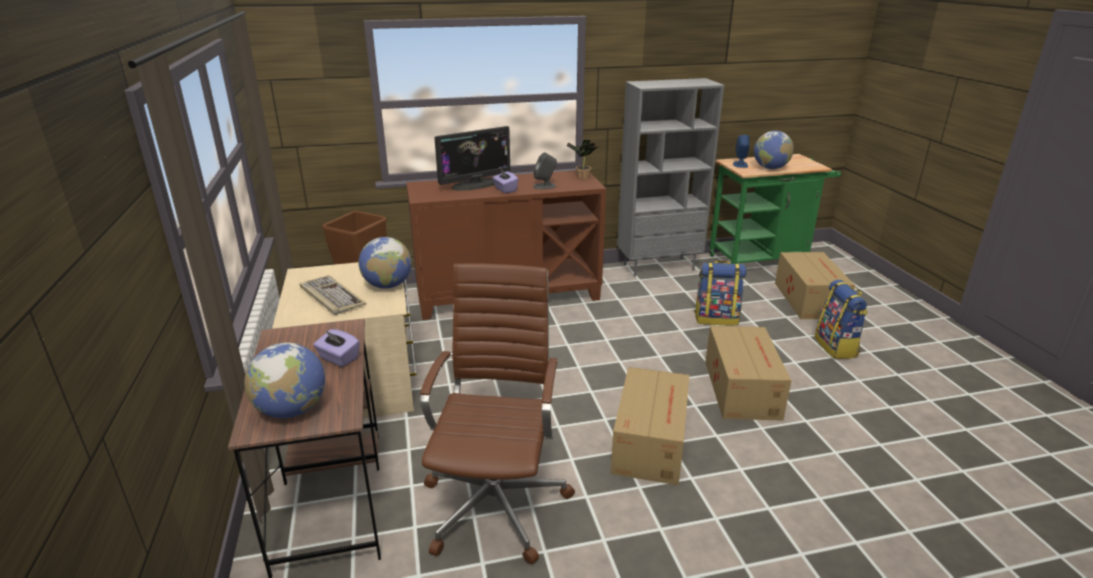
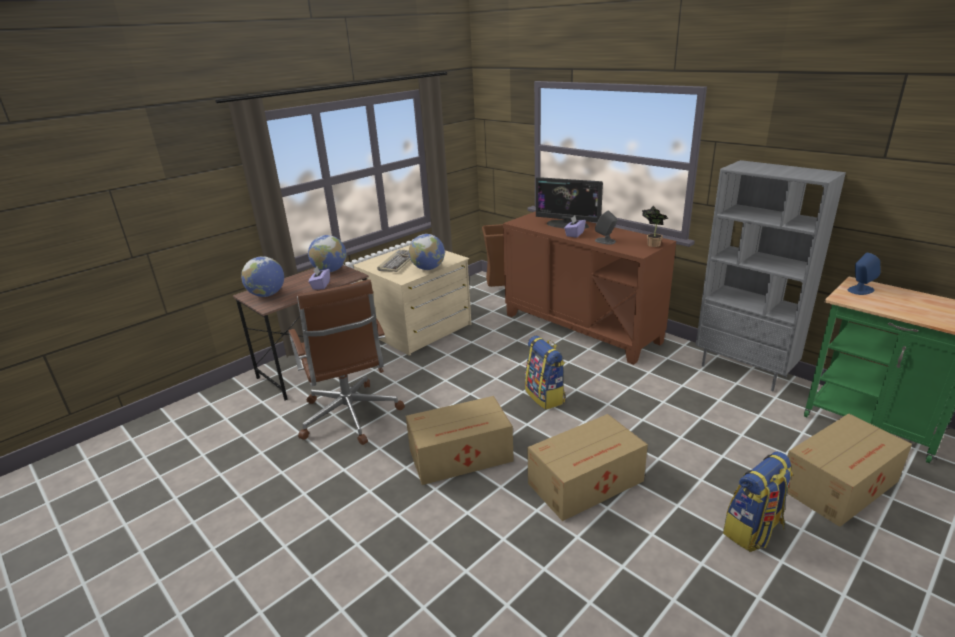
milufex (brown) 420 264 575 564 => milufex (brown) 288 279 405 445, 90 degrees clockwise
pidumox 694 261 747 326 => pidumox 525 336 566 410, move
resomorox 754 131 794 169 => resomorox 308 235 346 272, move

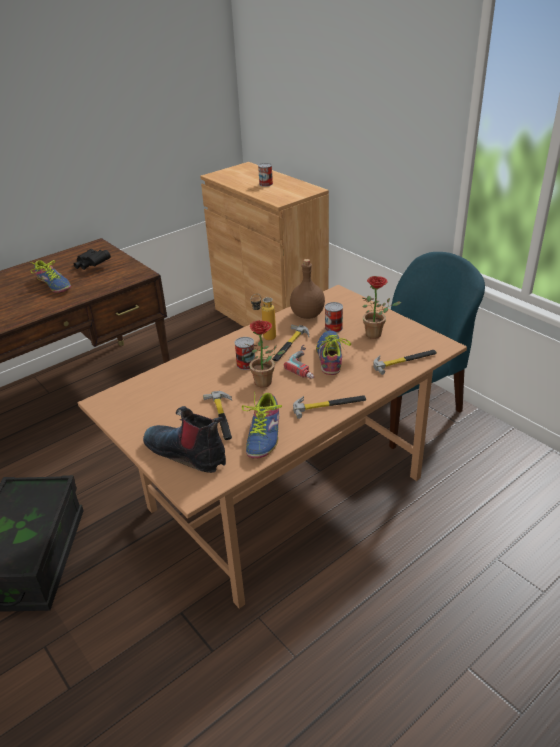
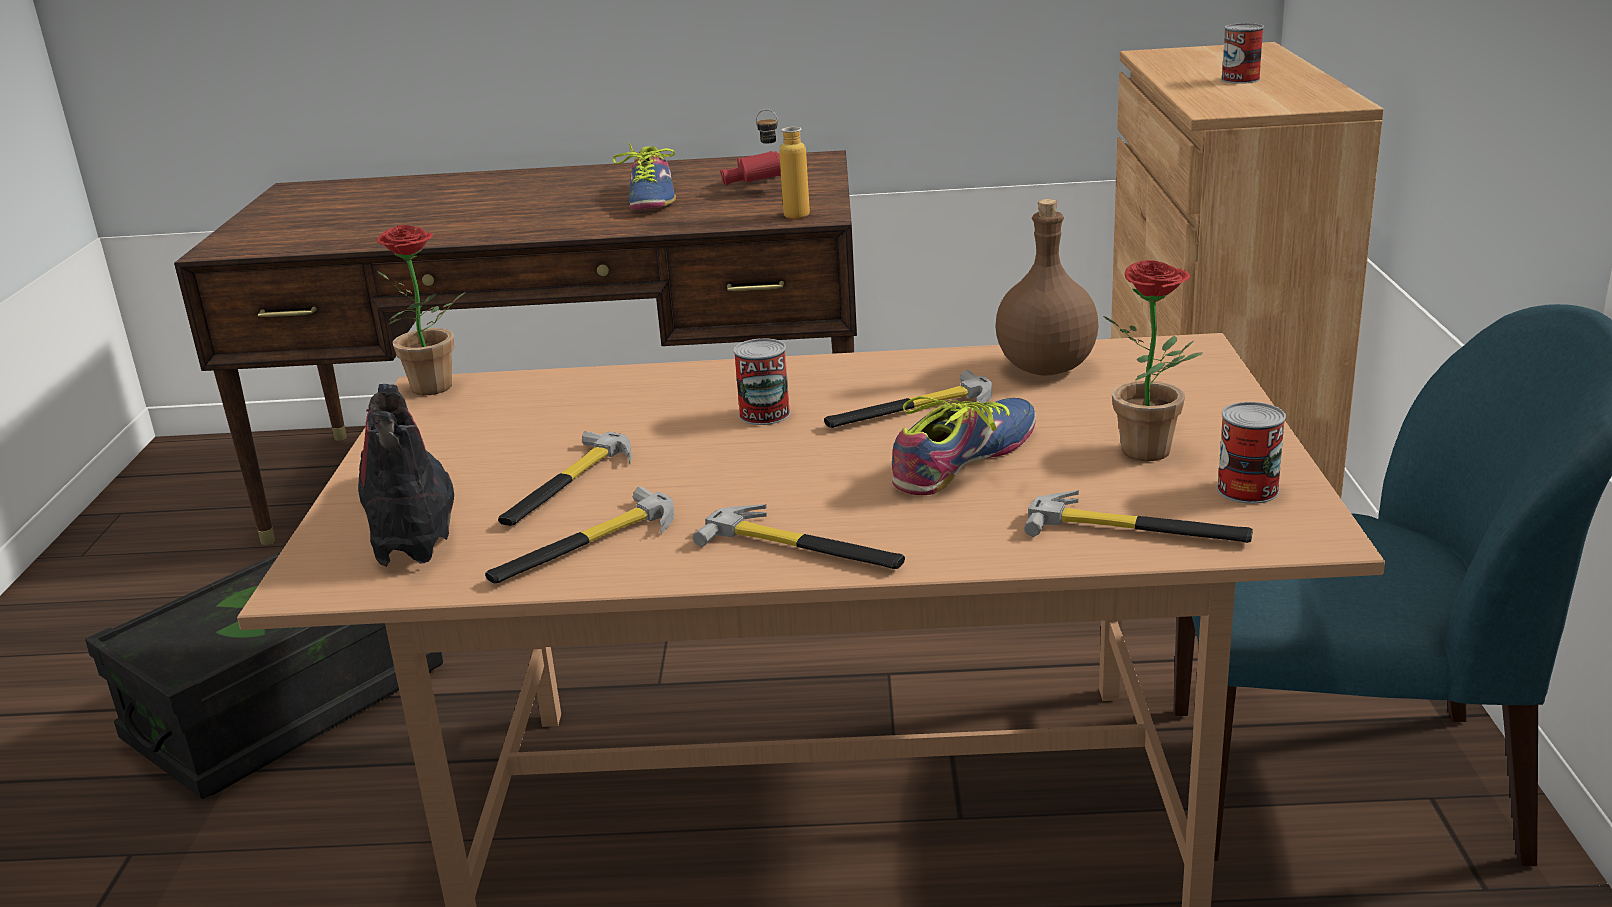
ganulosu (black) 73 249 111 270 => ganulosu (red) 720 151 781 185
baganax 242 391 282 459 => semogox 485 487 675 584
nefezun 246 320 285 388 => nefezun 377 225 466 395, move
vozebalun 250 294 276 340 => vozebalun 756 109 810 219, move
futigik 284 345 314 379 => nothing
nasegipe 325 302 343 333 => nasegipe 1217 402 1286 504, move

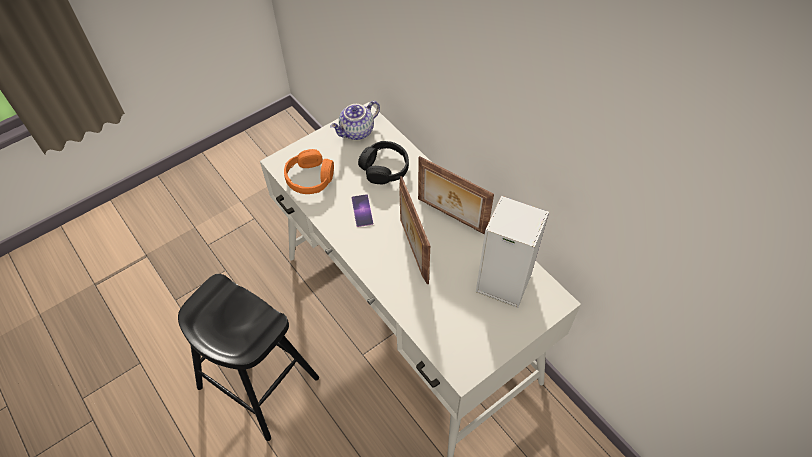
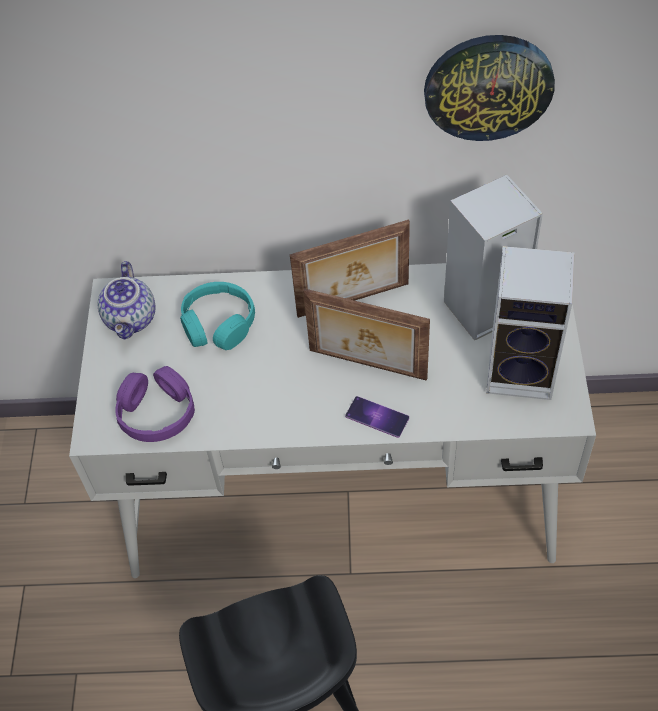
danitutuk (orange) 284 149 334 194 => danitutuk (purple) 115 366 195 442
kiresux 351 194 373 227 => kiresux 345 396 409 438, move
danitutuk (black) 358 141 409 184 => danitutuk (turquoise) 180 282 255 350
nothing => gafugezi 424 35 555 141
nothing => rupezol 486 246 575 400

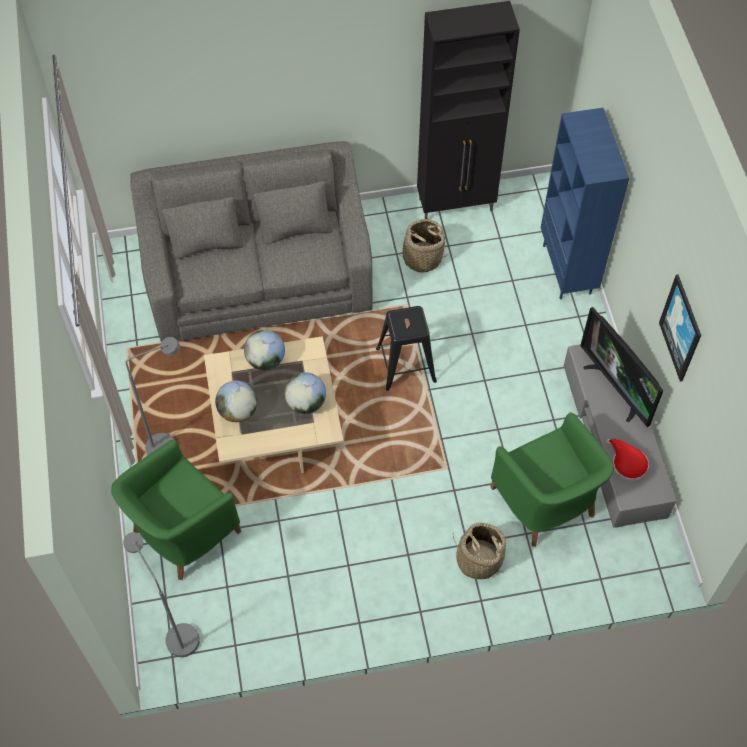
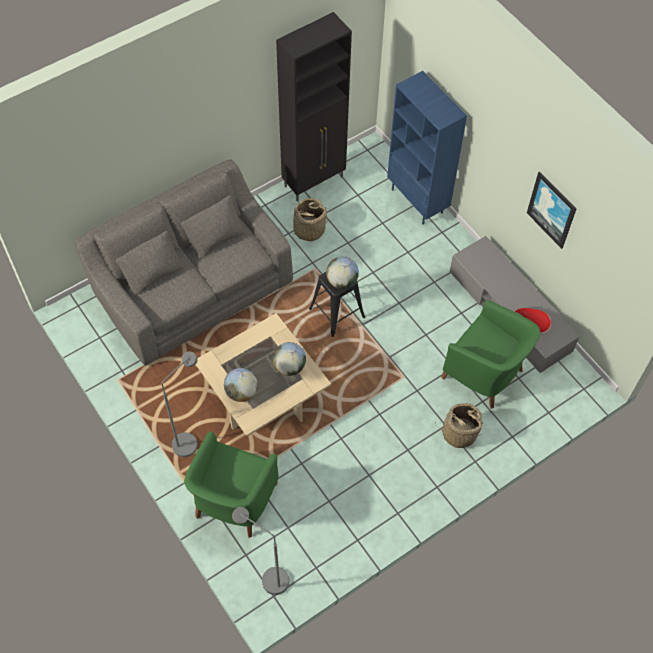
resomorox 244 330 285 370 => resomorox 326 257 359 289, move
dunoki 580 307 664 427 => nothing

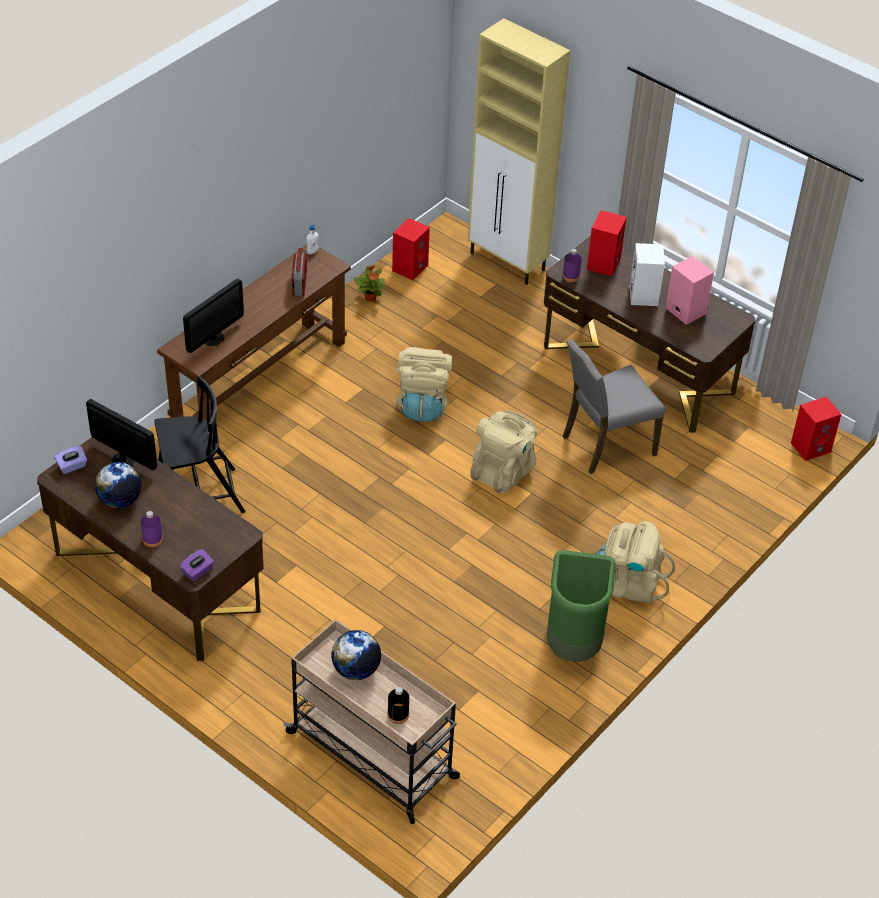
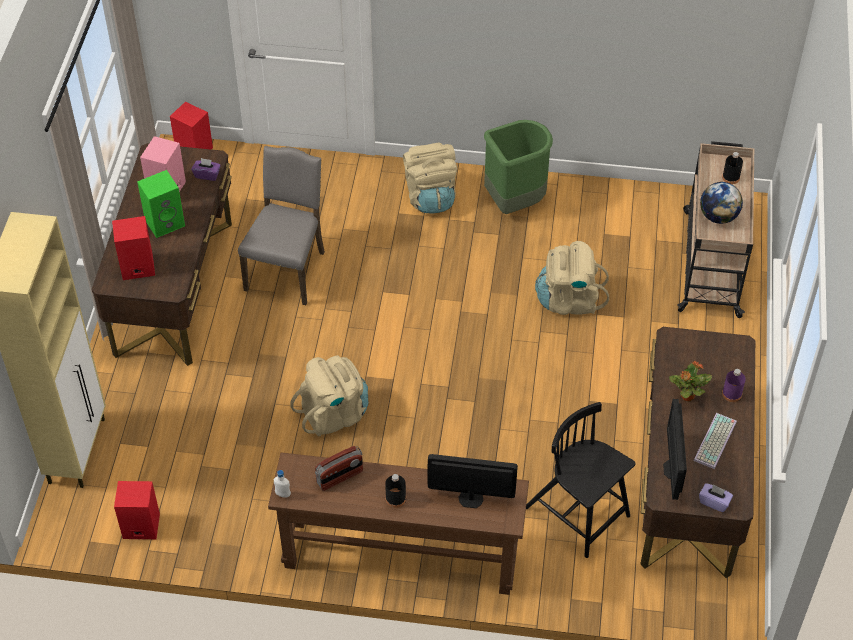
resomorox 95 462 142 508 => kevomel 693 413 737 469
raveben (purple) 179 549 214 581 => raveben (purple) 191 158 221 181, move
nefezun 354 265 385 301 => nefezun 669 361 712 401, move
pidumox (beige) 470 411 537 493 => pidumox (beige) 535 241 609 315, move
vozebalun (purple) 562 249 582 282 => nothing
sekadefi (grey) 562 339 666 474 => sekadefi (grey) 238 146 325 305, 105 degrees counterclockwise
rupezol (white) 630 243 665 306 => rupezol (green) 137 170 185 238
nothing => vozebalun (black) 385 474 406 508

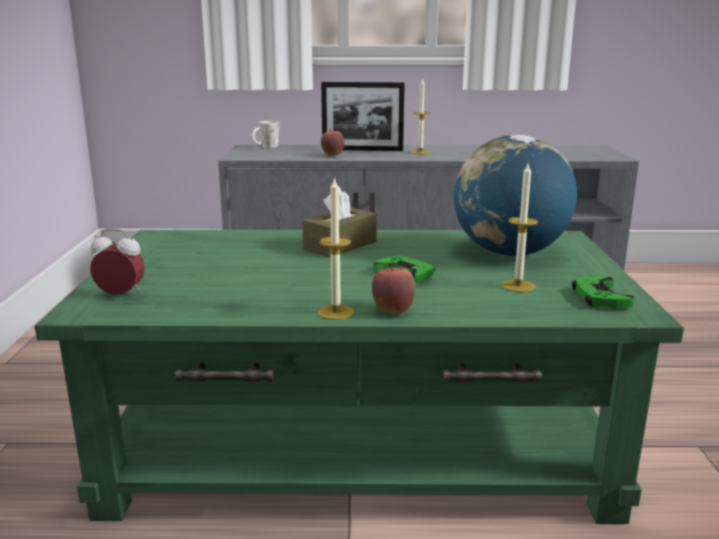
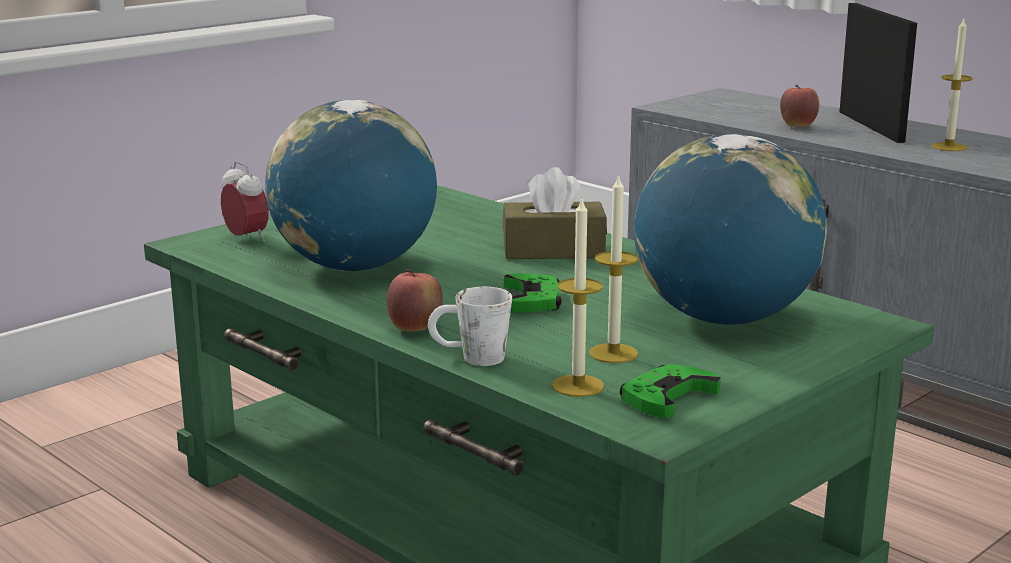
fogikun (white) 252 121 280 148 => fogikun (white) 428 287 512 366, move
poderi 318 177 354 320 => poderi 552 199 604 397, move
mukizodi 321 82 405 151 => mukizodi 839 3 917 143, 150 degrees counterclockwise
nothing => resomorox 265 100 437 271

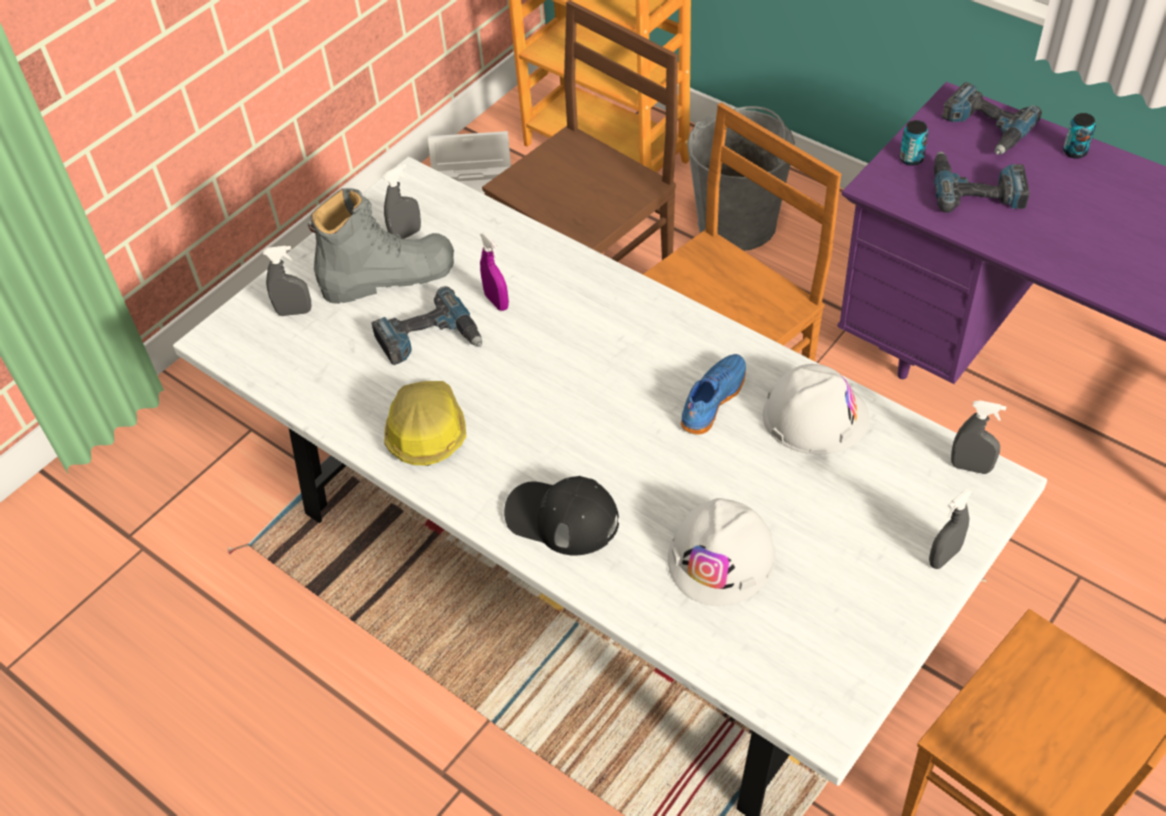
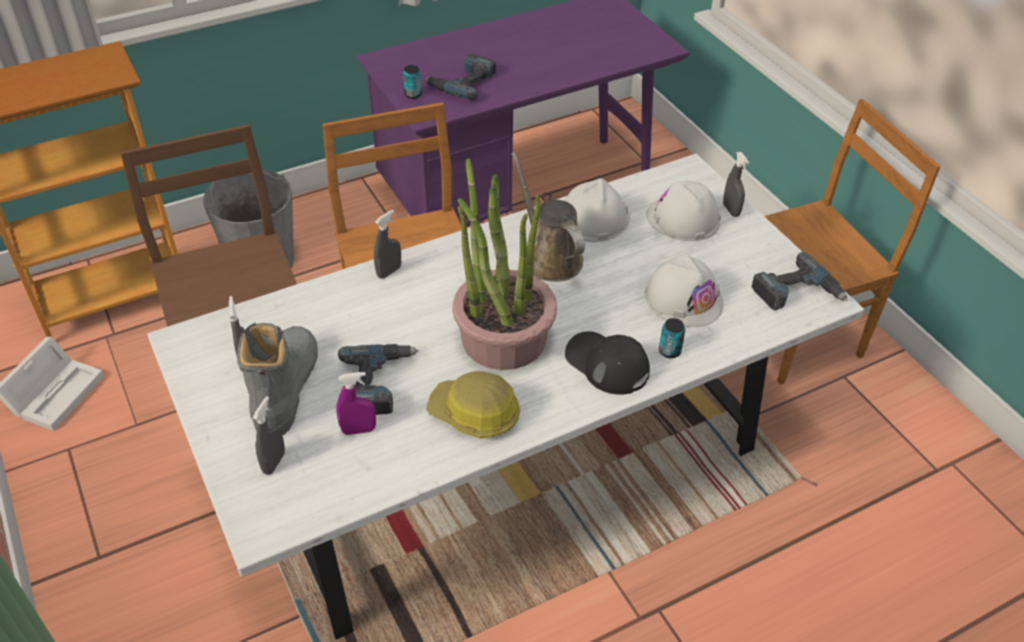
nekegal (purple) 480 232 509 311 => nekegal (purple) 336 372 376 435, move
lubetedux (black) 504 476 619 556 => lubetedux (black) 565 331 650 395, 90 degrees clockwise
baganax (blue) 681 354 746 435 => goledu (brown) 512 152 585 282
futigik 942 82 1042 155 => futigik 752 252 847 310, move
nekegal (grey) 951 400 1007 474 => nekegal (grey) 374 210 401 279, move
nasegipe 1063 113 1096 159 => nasegipe 659 318 685 358, move
nothing => nefezun 452 158 557 370
nothing => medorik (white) 646 181 721 241

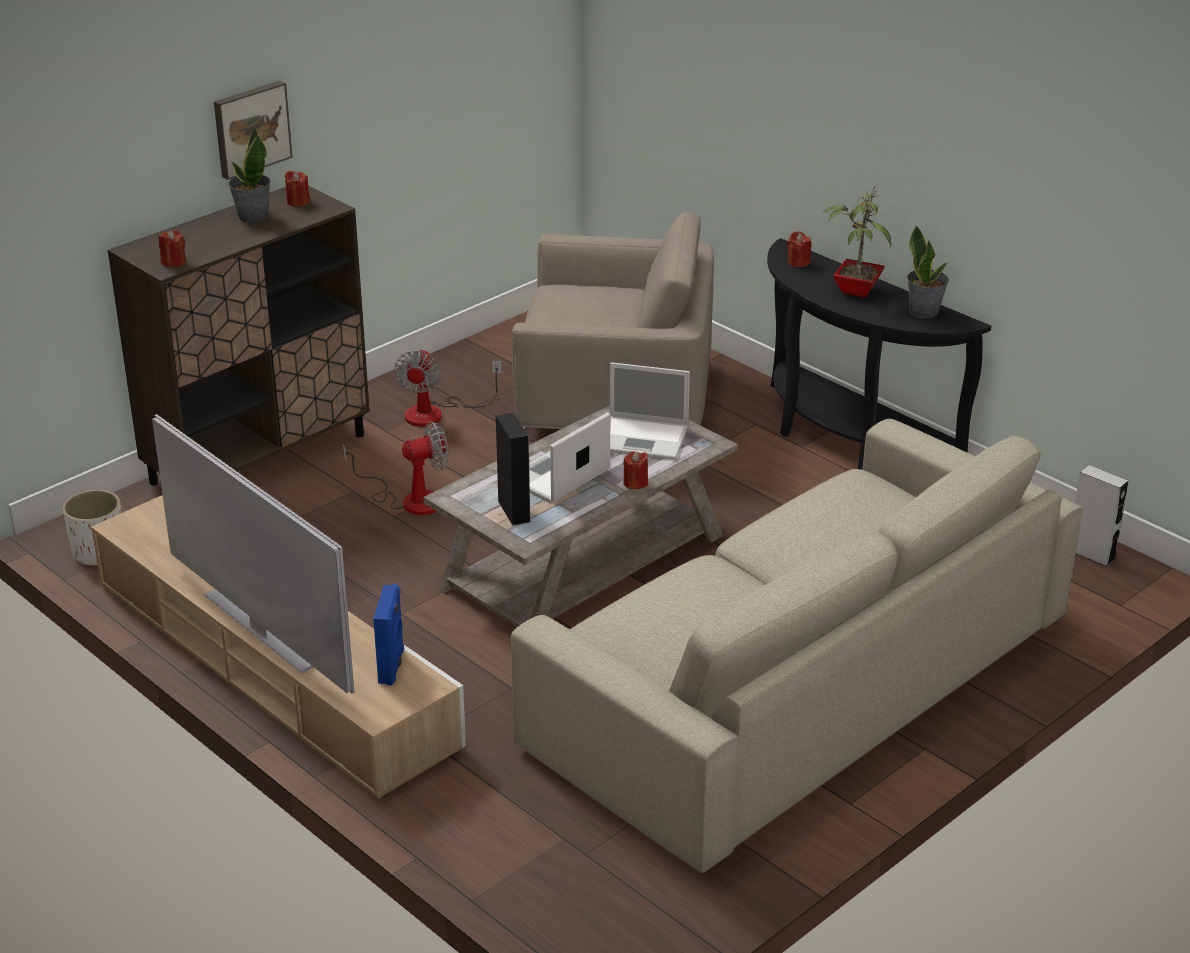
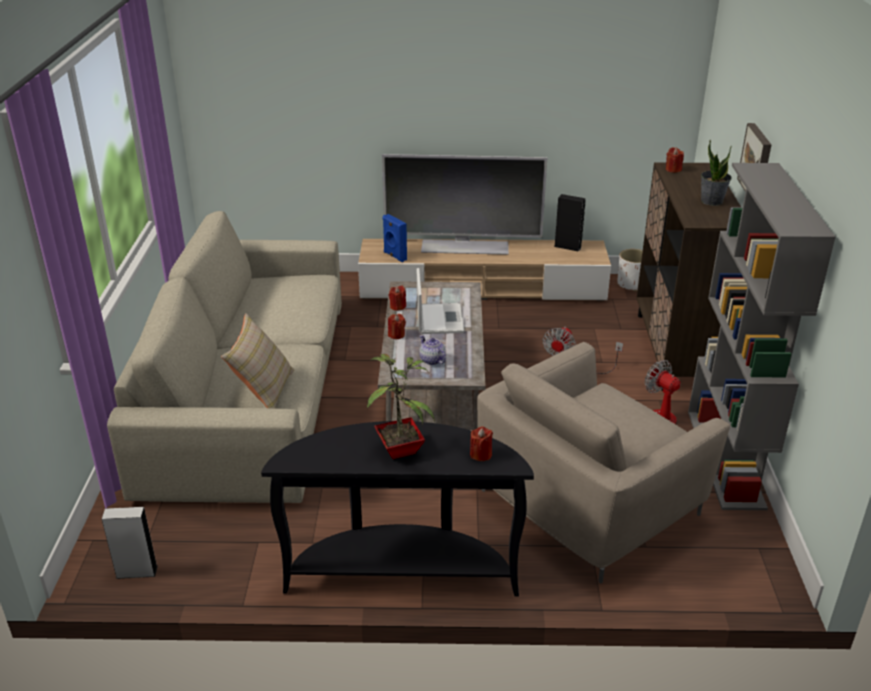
poderi (red) 284 171 310 207 => poderi (red) 389 285 406 311, move
rupezol (black) 496 413 531 526 => rupezol (black) 554 194 586 252, move
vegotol 610 362 690 460 => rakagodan 419 335 446 365
nefezun 907 226 949 318 => nothing
nothing => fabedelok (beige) 221 313 294 409
nothing => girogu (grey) 688 163 836 510

